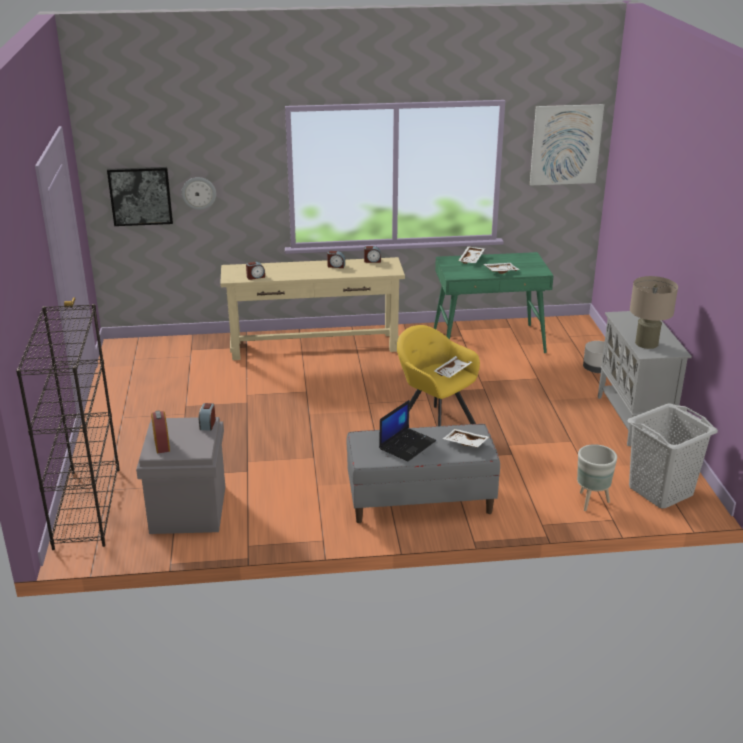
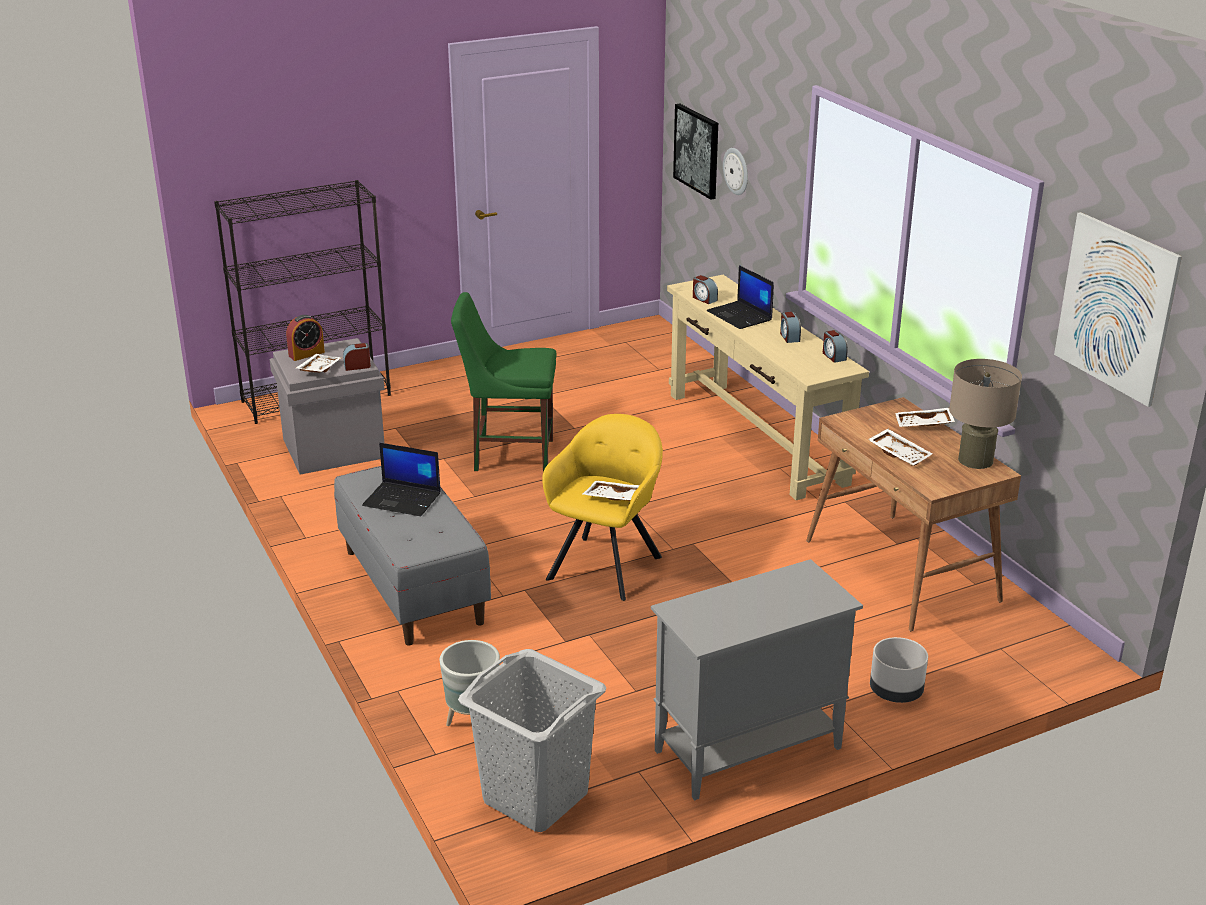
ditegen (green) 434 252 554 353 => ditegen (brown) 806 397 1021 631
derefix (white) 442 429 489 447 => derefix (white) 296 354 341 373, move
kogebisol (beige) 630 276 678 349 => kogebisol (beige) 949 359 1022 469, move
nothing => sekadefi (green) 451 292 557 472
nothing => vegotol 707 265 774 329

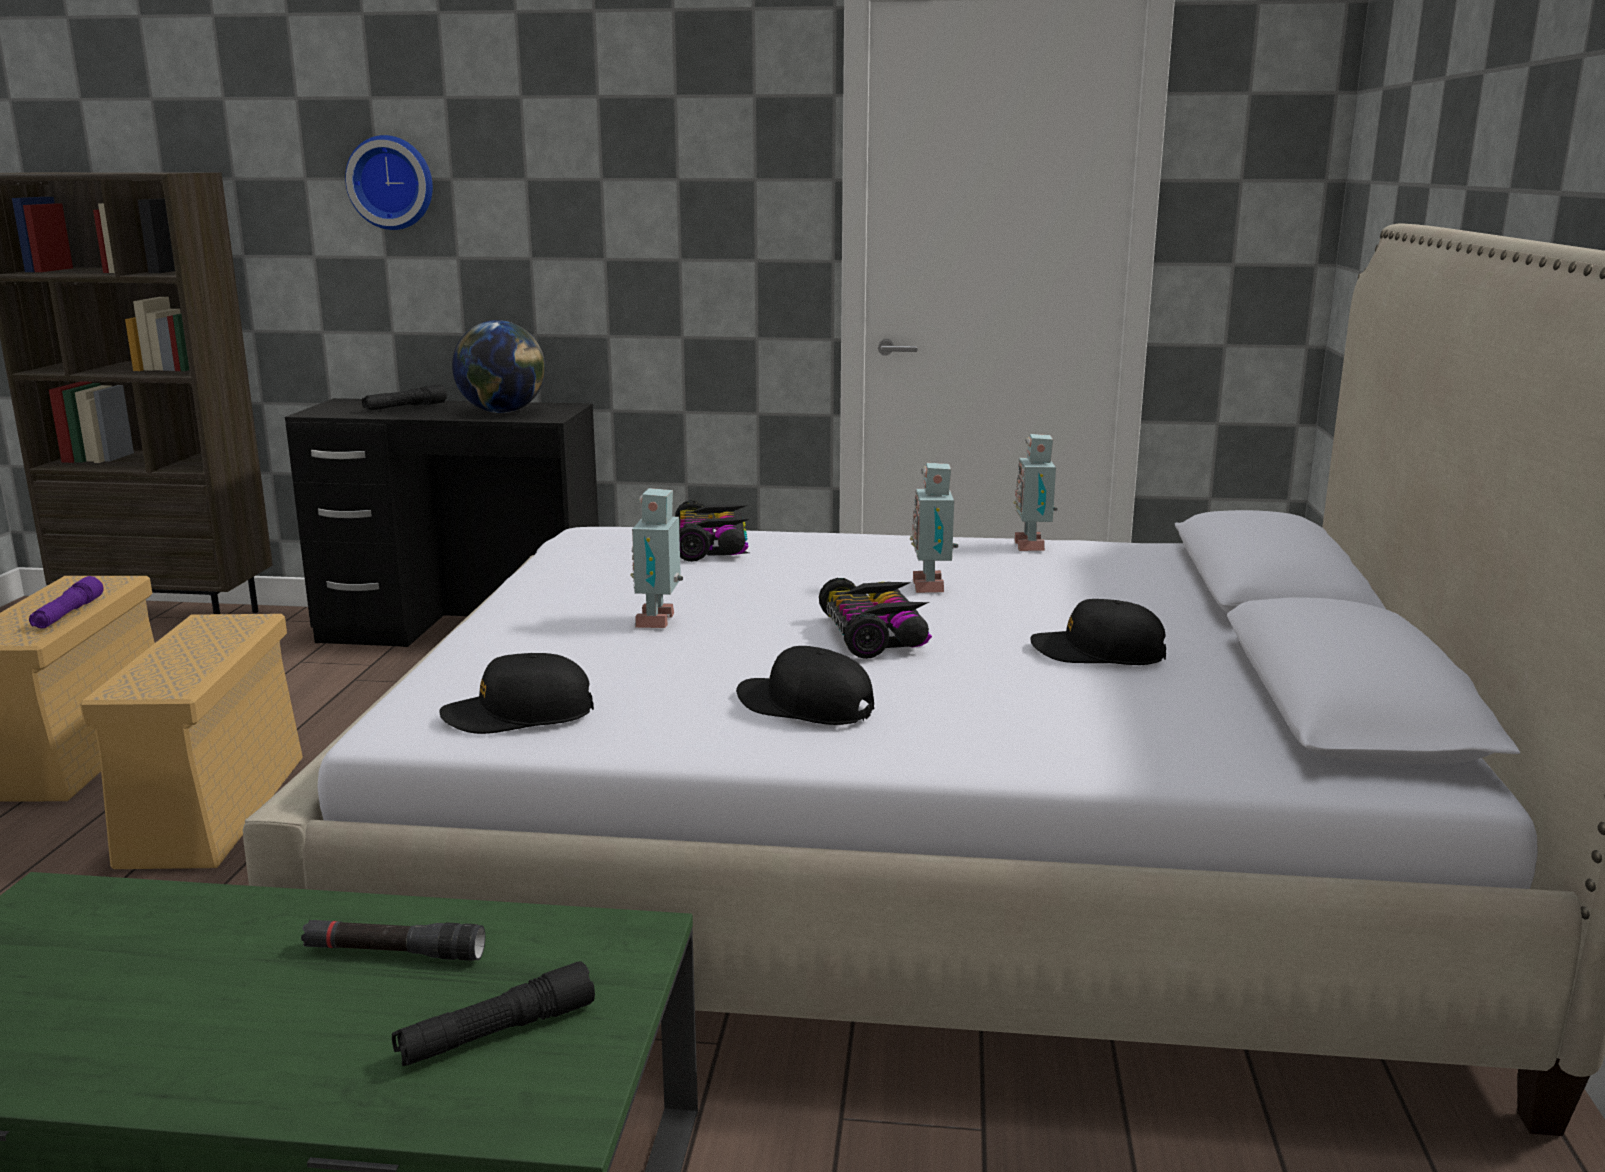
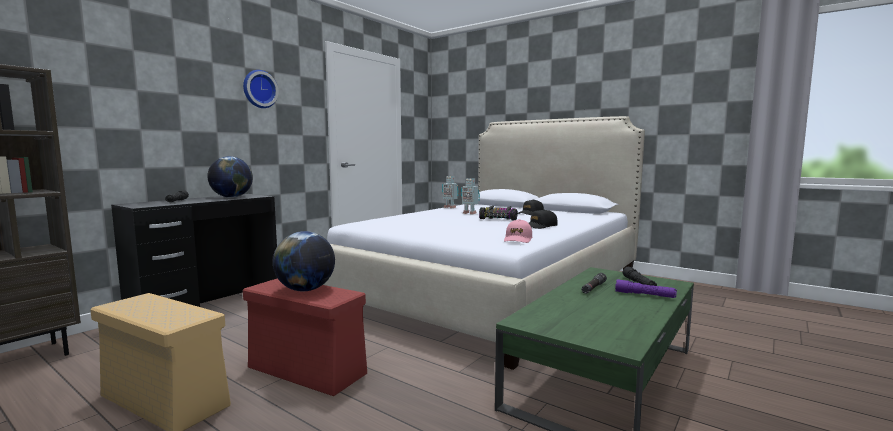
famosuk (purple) 29 576 104 628 => famosuk (purple) 615 279 677 298, move
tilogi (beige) 80 614 303 869 => tilogi (red) 243 278 367 396
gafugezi 345 135 433 230 => gafugezi 243 70 278 108, move
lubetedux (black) 439 653 594 734 => lubetedux (pink) 504 219 532 243
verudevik 630 488 683 628 => nothing
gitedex 675 501 749 562 => nothing
nothing => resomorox 273 231 335 291

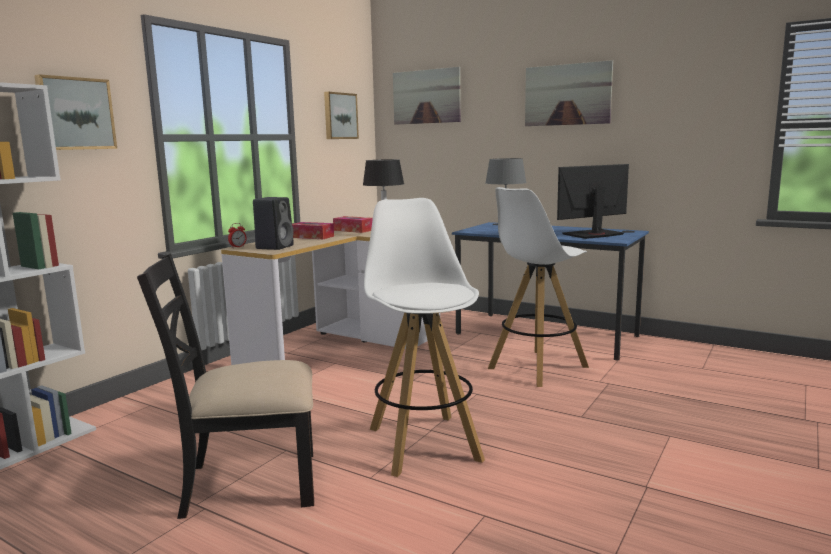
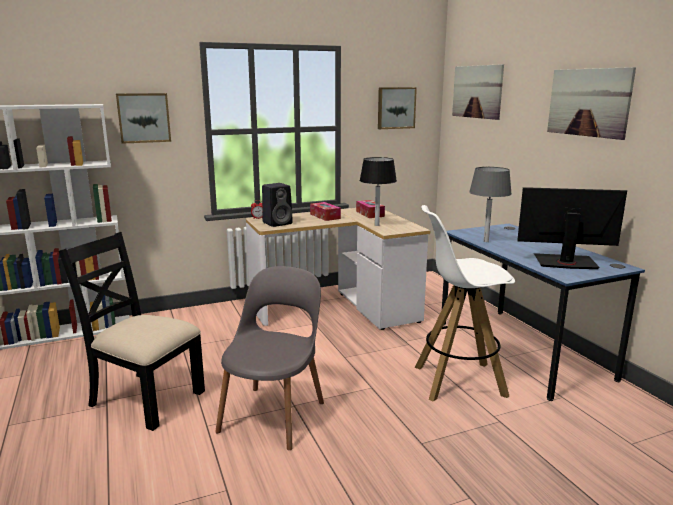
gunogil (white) 364 198 485 477 => sekadefi (grey) 215 266 324 450

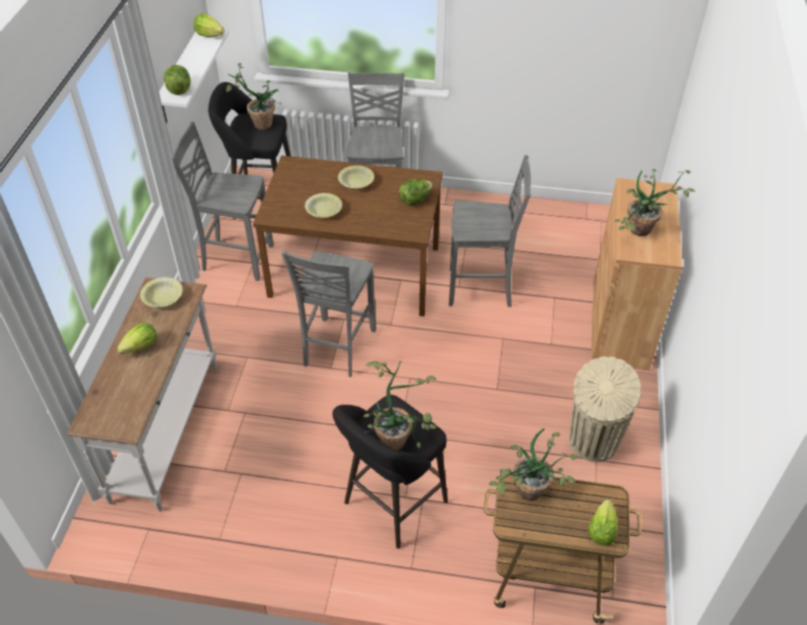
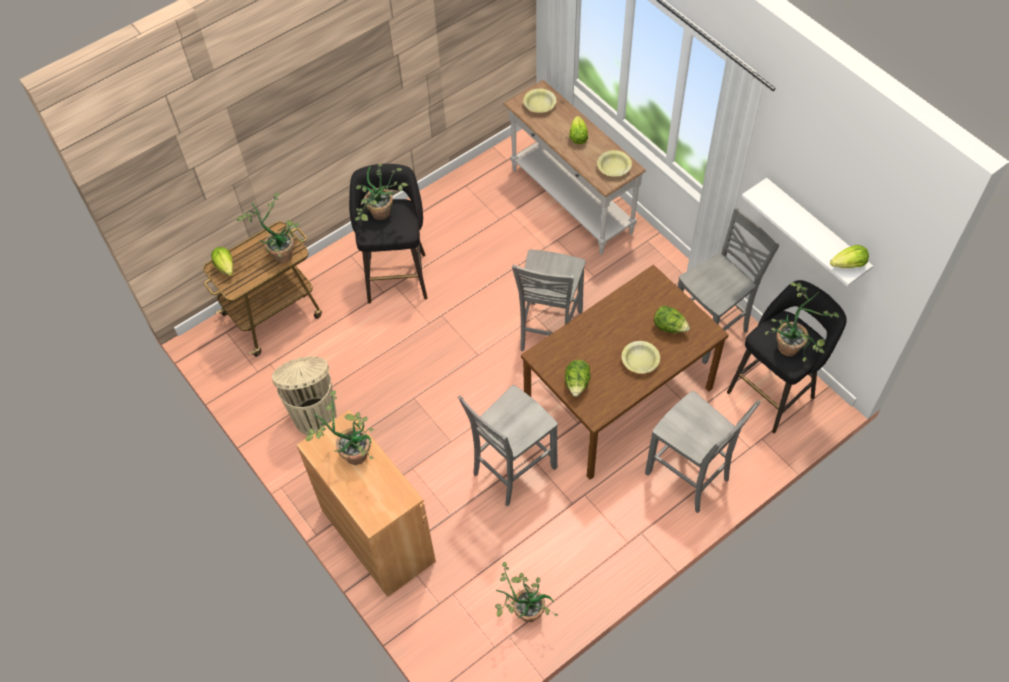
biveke 164 65 191 95 => biveke 654 305 690 333, move
sekadefi (grey) 282 251 376 377 => sekadefi (grey) 512 250 586 352, 135 degrees counterclockwise
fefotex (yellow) 305 193 342 218 => fefotex (yellow) 523 89 556 113, move
nothing => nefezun 495 562 558 622

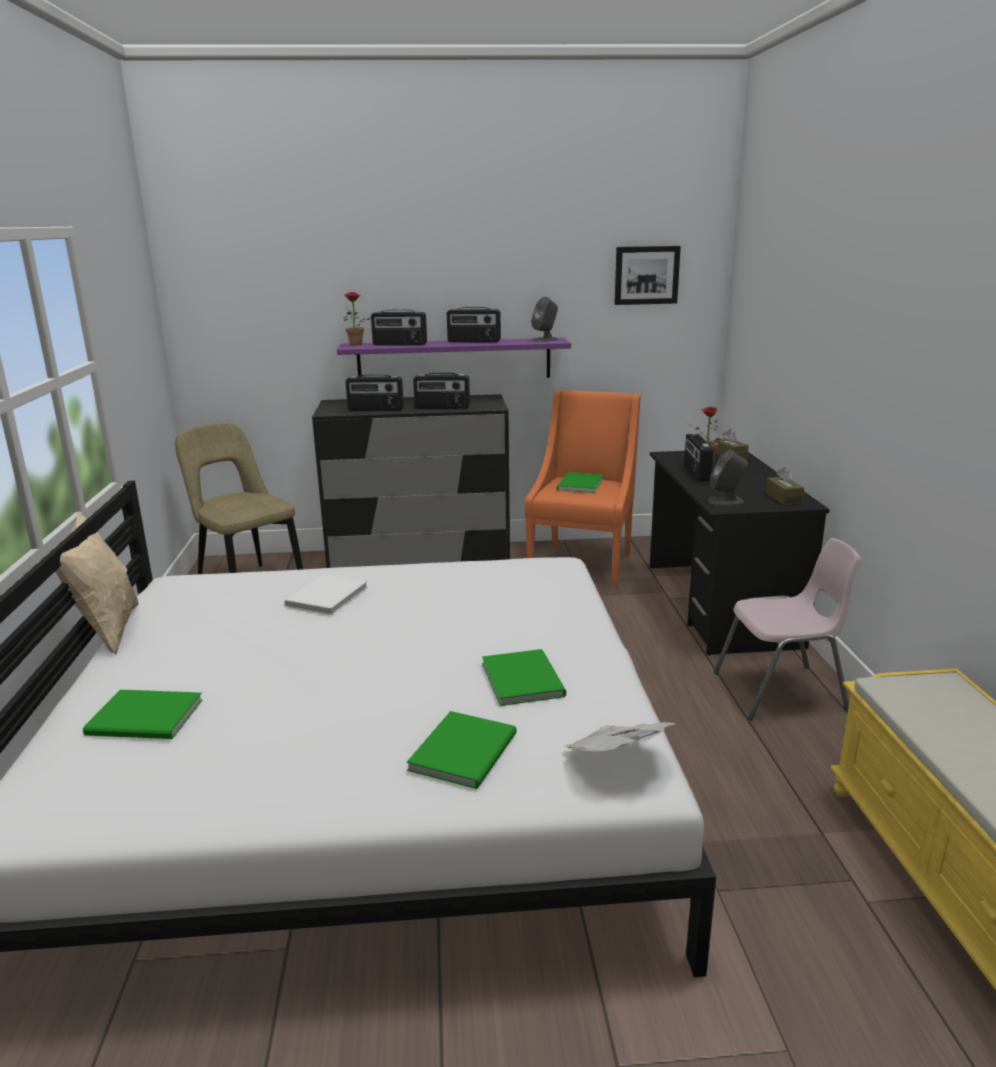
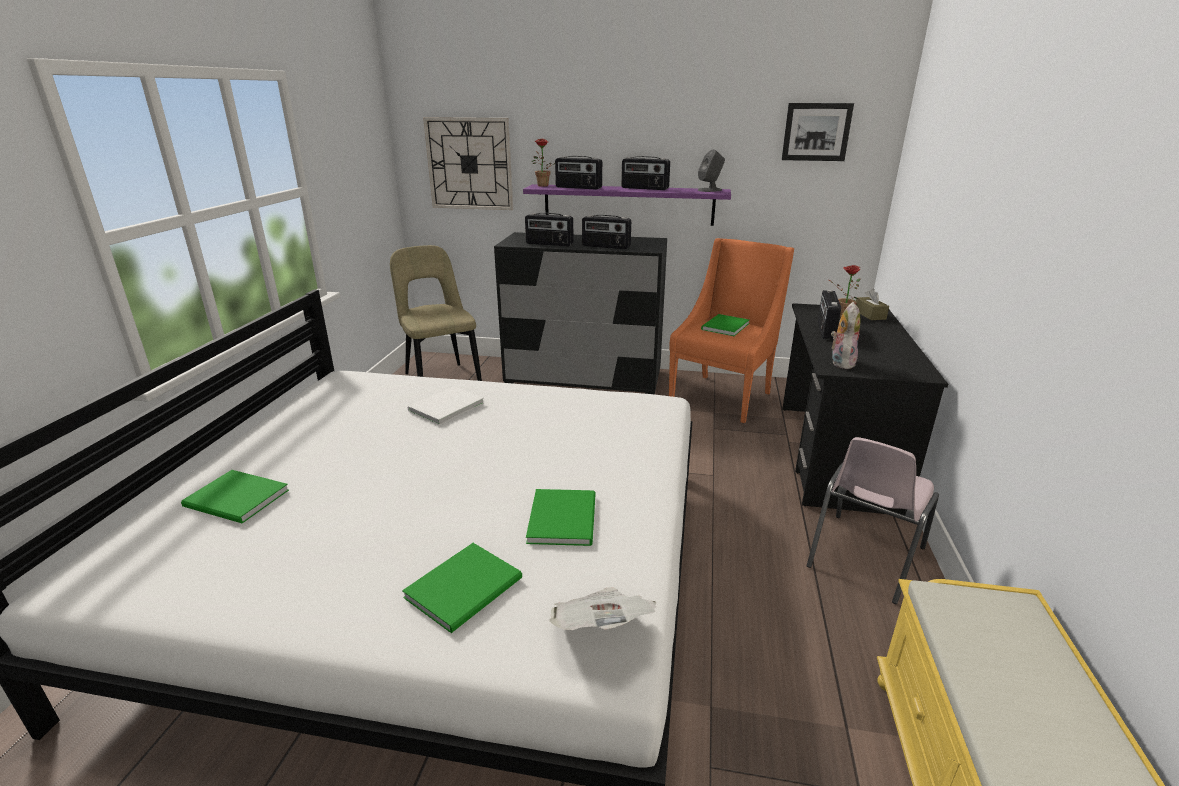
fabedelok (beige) 48 512 138 654 => nothing
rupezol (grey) 708 450 748 505 => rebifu 831 302 861 369
sekadefi (pink) 714 538 861 721 => sekadefi (pink) 807 437 939 604, 120 degrees clockwise
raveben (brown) 766 467 804 505 => nothing
nothing => gafugezi 423 117 513 210

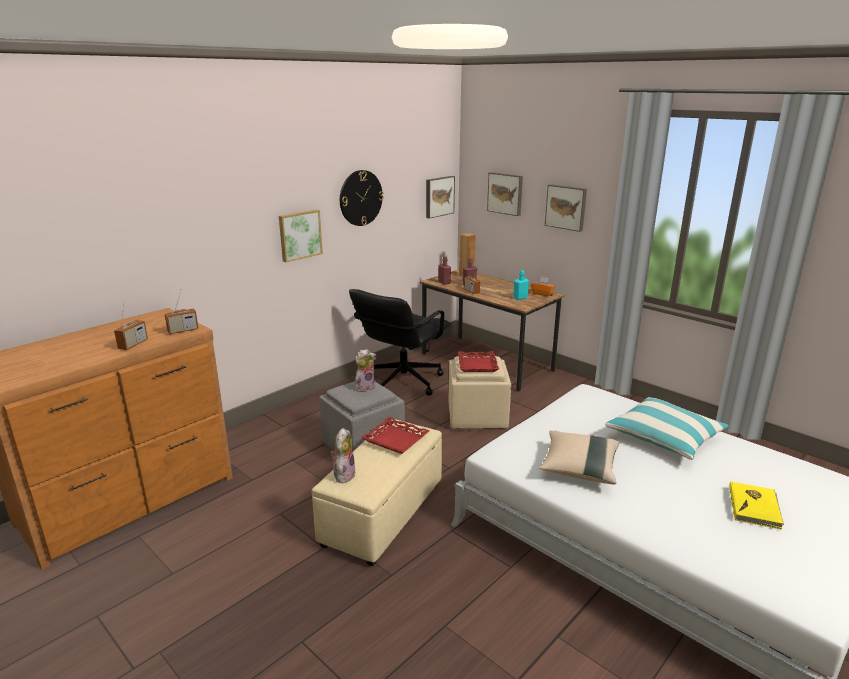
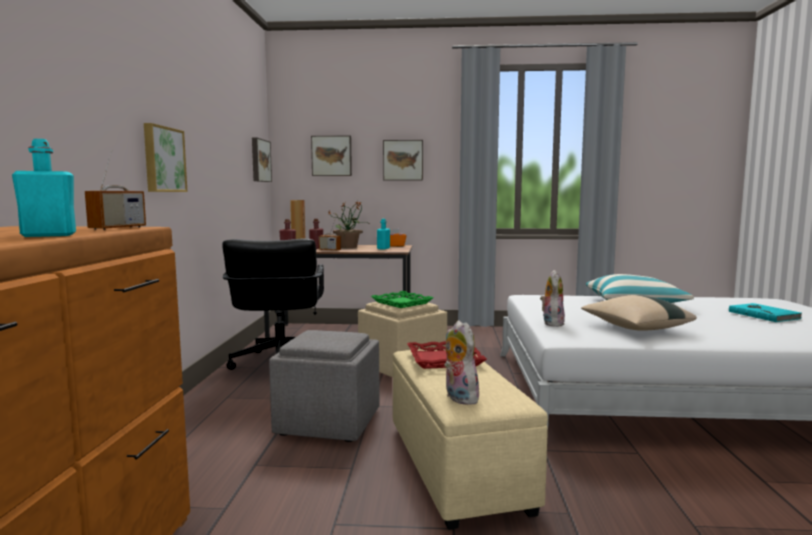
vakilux 114 305 148 350 => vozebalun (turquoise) 12 139 76 237
gafugezi 340 170 384 226 => nothing
rebifu 355 349 377 392 => rebifu 540 270 565 327, move
derefix (red) 458 351 499 372 => derefix (green) 371 291 433 308
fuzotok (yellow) 729 481 784 530 => fuzotok (turquoise) 729 303 803 322
nothing => nefezun 329 201 367 248

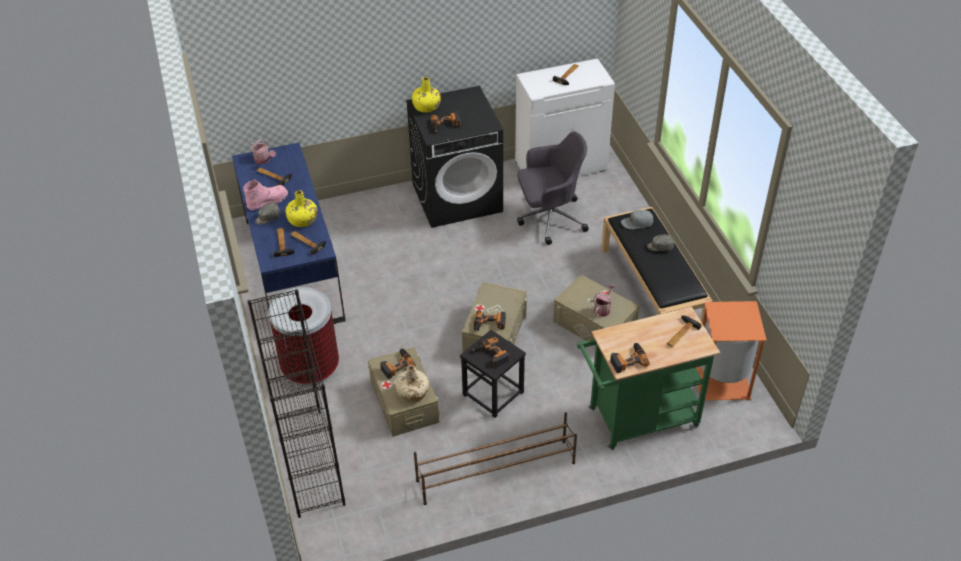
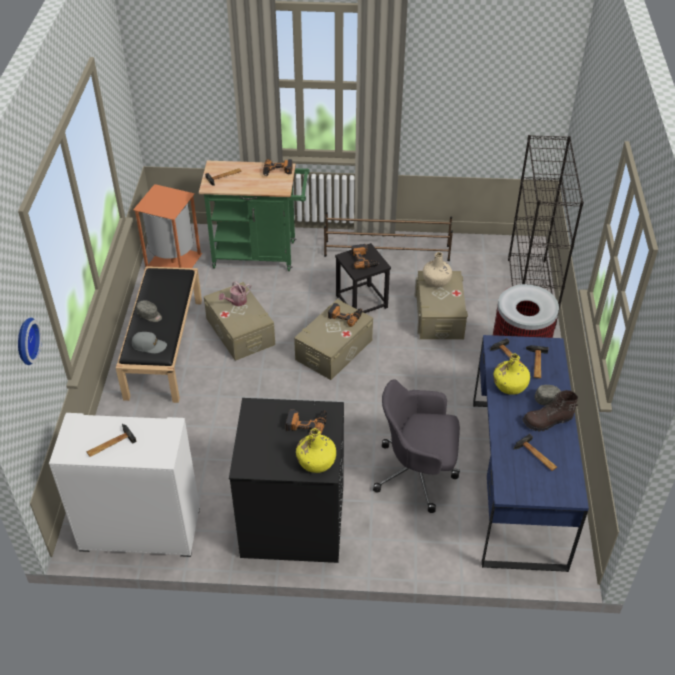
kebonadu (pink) 243 179 288 210 => kebonadu (brown) 523 390 578 432
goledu 249 139 276 164 => nothing
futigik 380 349 416 379 => nothing
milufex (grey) 517 132 589 245 => milufex (grey) 373 380 460 513, move
nothing => gafugezi 18 318 42 365

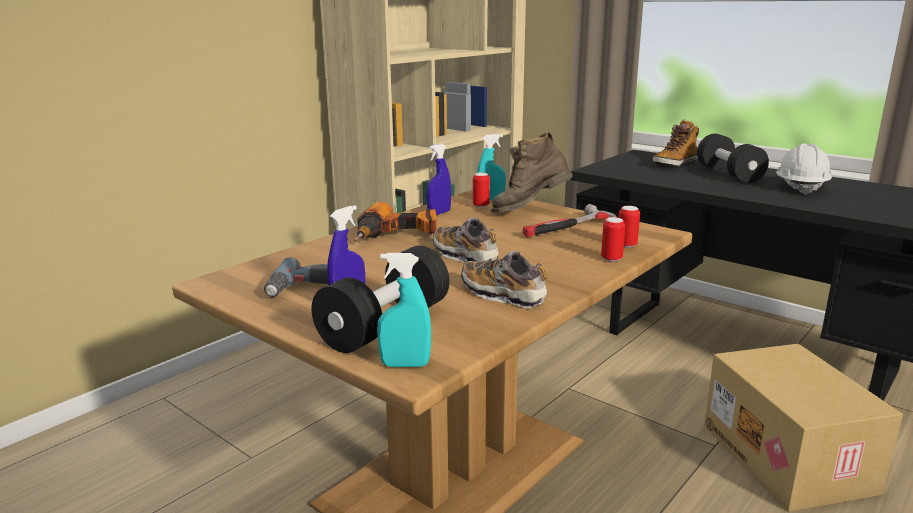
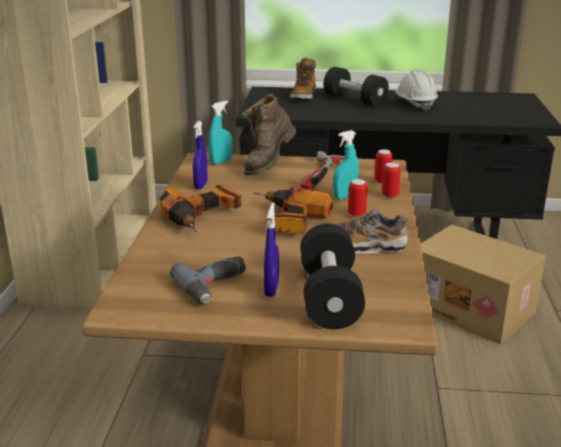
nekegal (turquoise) 377 253 431 367 => nekegal (turquoise) 333 130 359 200, move
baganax 433 218 498 263 => futigik 253 188 334 234
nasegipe 473 172 490 208 => nasegipe 348 179 367 217, move

